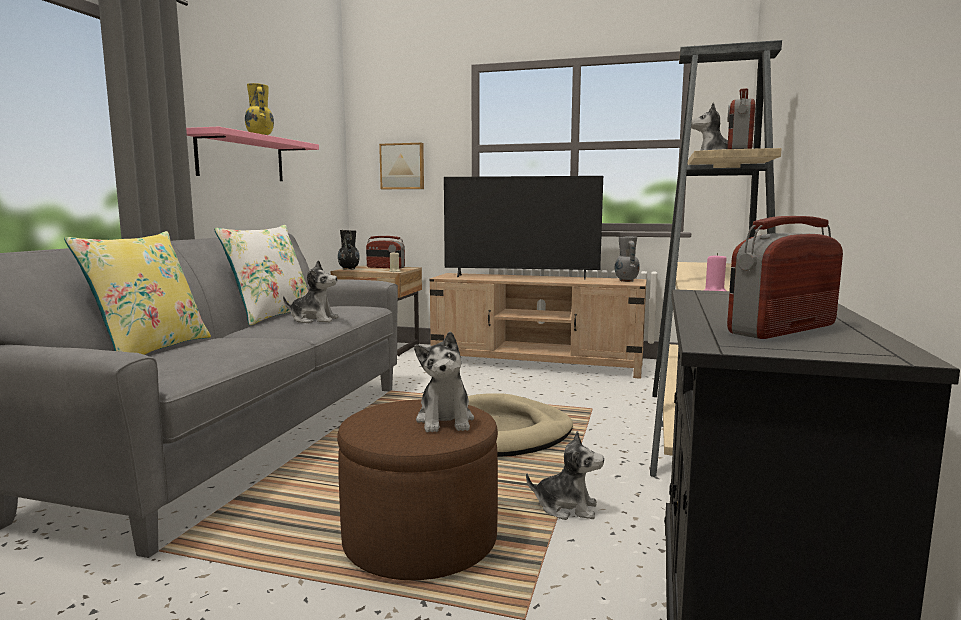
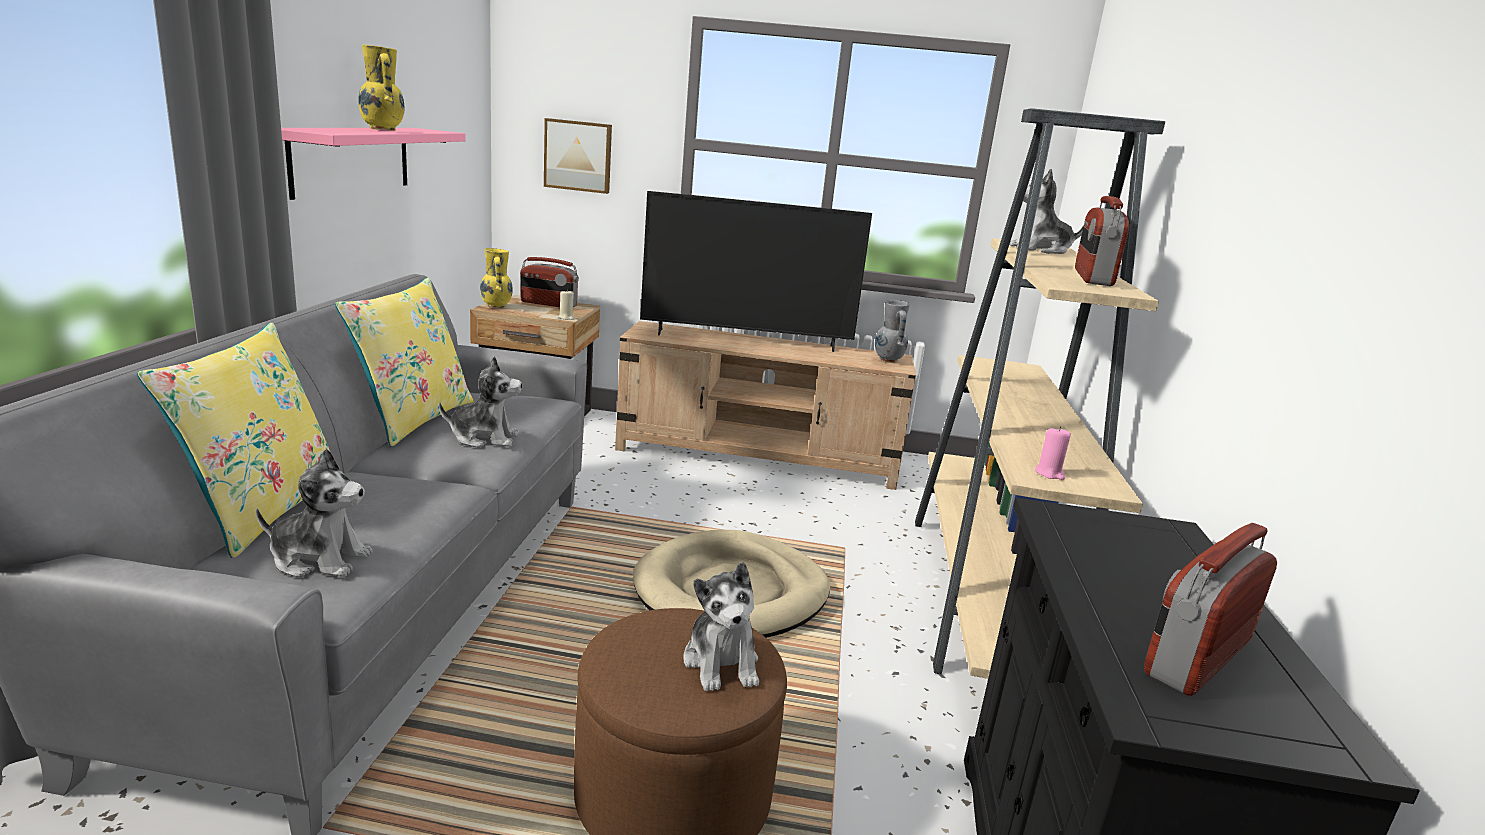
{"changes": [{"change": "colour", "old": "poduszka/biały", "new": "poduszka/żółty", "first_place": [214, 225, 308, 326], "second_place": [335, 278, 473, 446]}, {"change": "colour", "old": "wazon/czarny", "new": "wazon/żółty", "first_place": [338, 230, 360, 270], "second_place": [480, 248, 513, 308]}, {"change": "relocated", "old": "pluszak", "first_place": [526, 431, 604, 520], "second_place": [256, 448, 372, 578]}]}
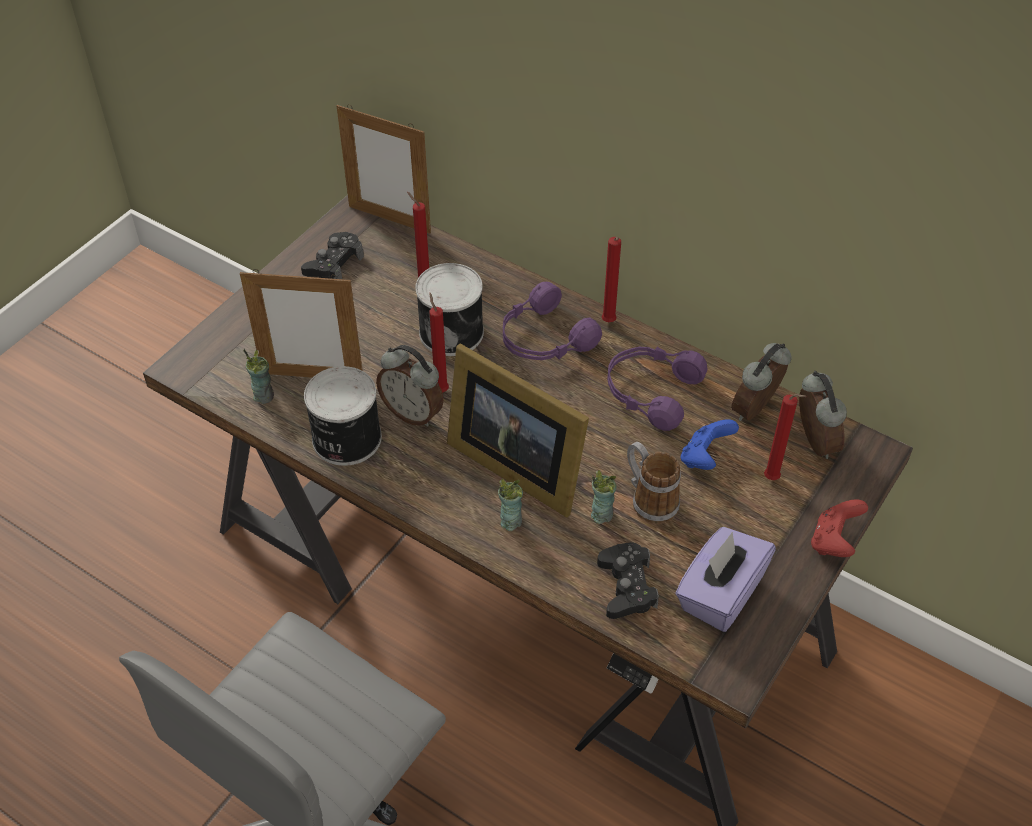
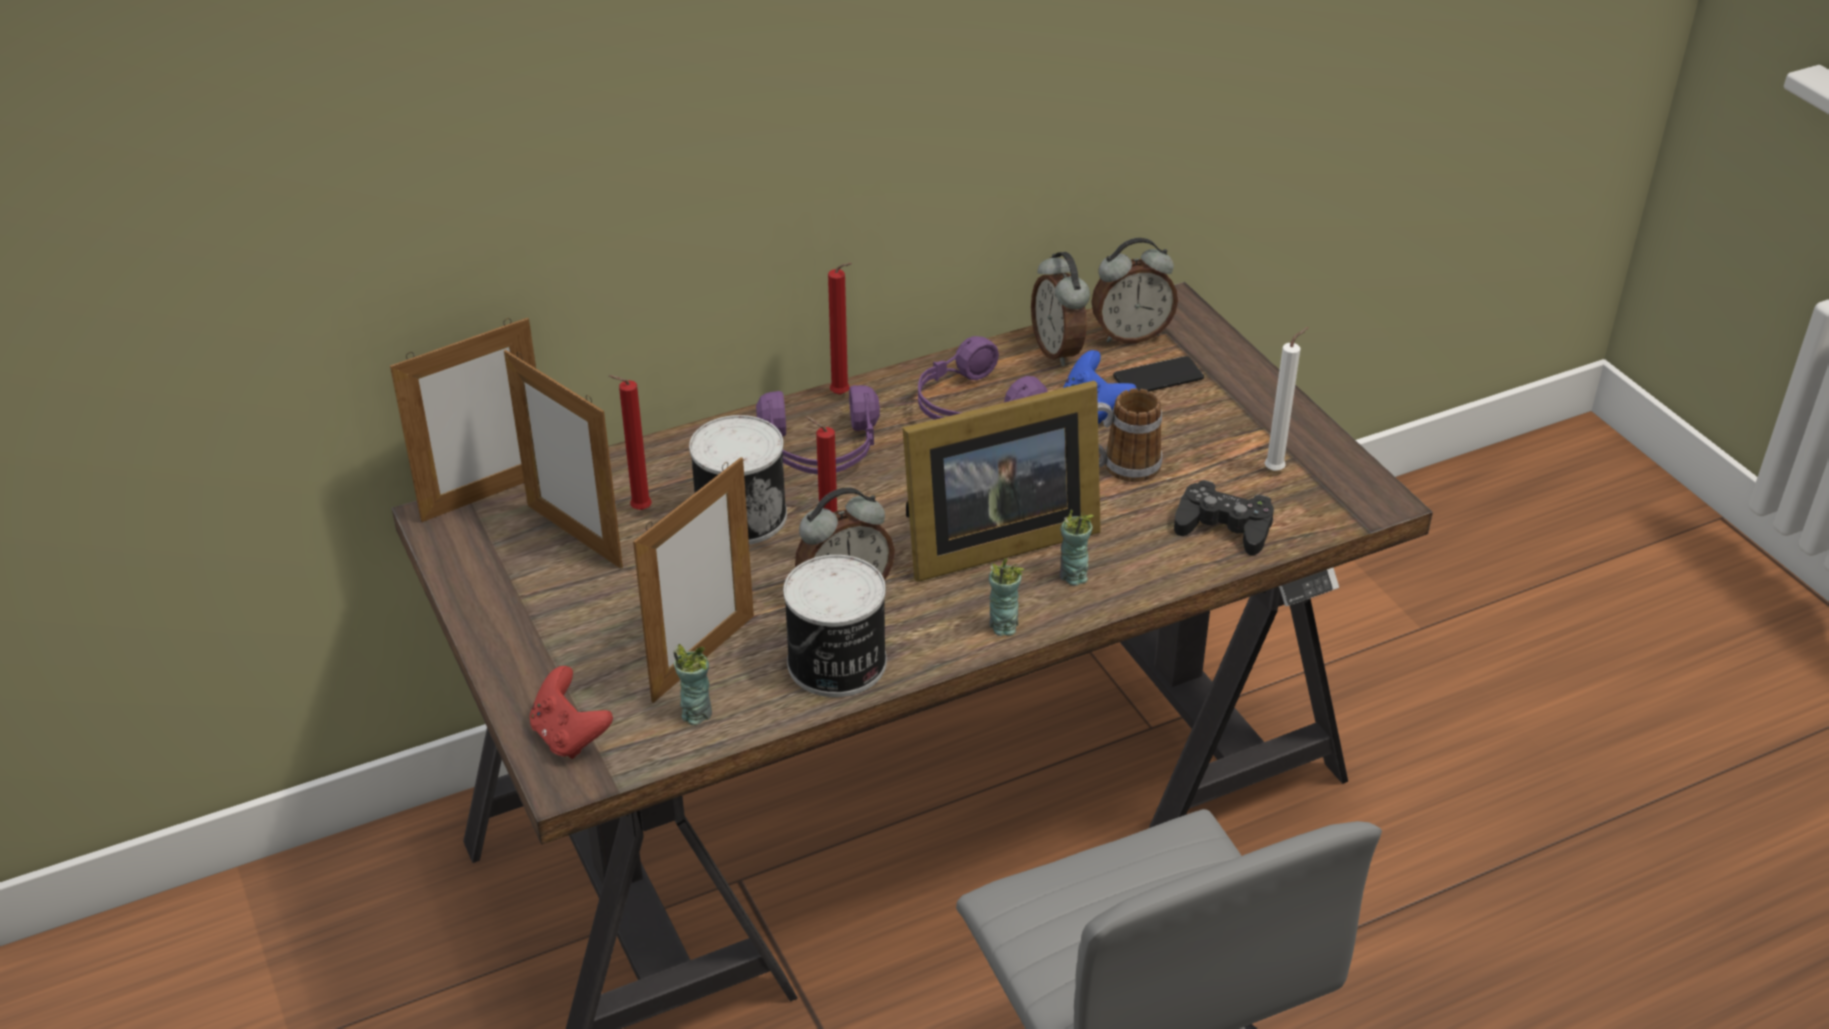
{"changes": [{"change": "missing", "old": "pad do gier/czarny", "first_place": [301, 232, 364, 279]}, {"change": "relocated", "old": "filiżanka", "first_place": [591, 470, 617, 524], "second_place": [989, 558, 1025, 636]}, {"change": "exchanged", "old": "pudełko chusteczek/fioletowy", "new": "świeca/biały", "first_place": [675, 527, 776, 632], "second_place": [1264, 327, 1308, 471]}, {"change": "exchanged", "old": "świeca/czerwony", "new": "telefon", "first_place": [764, 394, 807, 480], "second_place": [1113, 356, 1204, 392]}, {"change": "spun", "old": "budzik", "first_place": [799, 371, 847, 459], "second_place": [1091, 238, 1178, 343], "degrees": 150}, {"change": "relocated", "old": "pad do gier/czerwony", "first_place": [811, 499, 868, 557], "second_place": [530, 666, 613, 759]}, {"change": "appeared", "new": "ramka na zdjęcie", "second_place": [504, 350, 623, 569]}]}
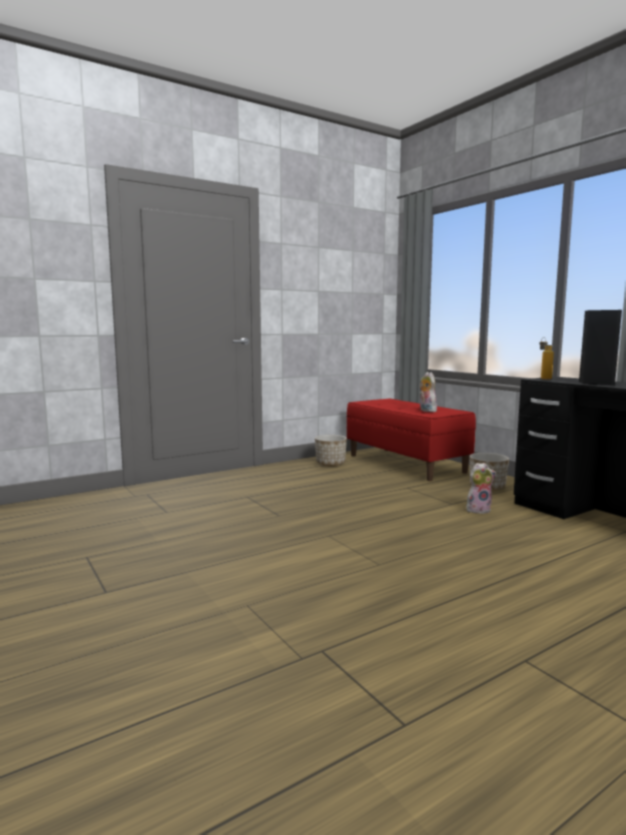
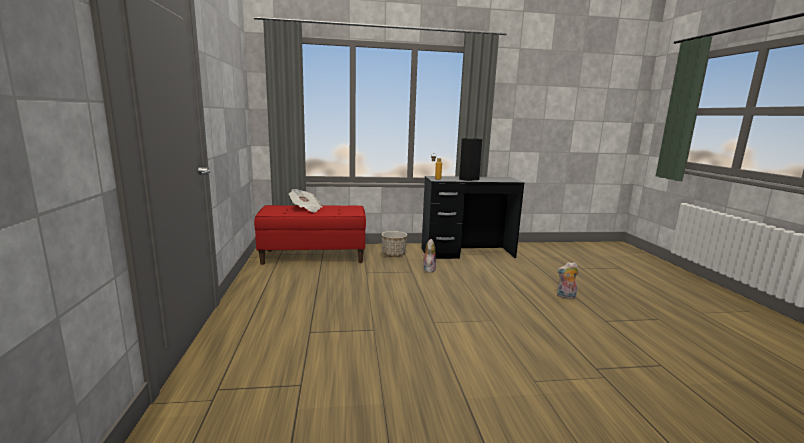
{"changes": [{"change": "missing", "old": "donica", "first_place": [315, 435, 347, 466]}, {"change": "relocated", "old": "pluszak", "first_place": [420, 372, 437, 412], "second_place": [557, 262, 579, 299]}, {"change": "appeared", "new": "gazeta", "second_place": [289, 189, 322, 212]}]}
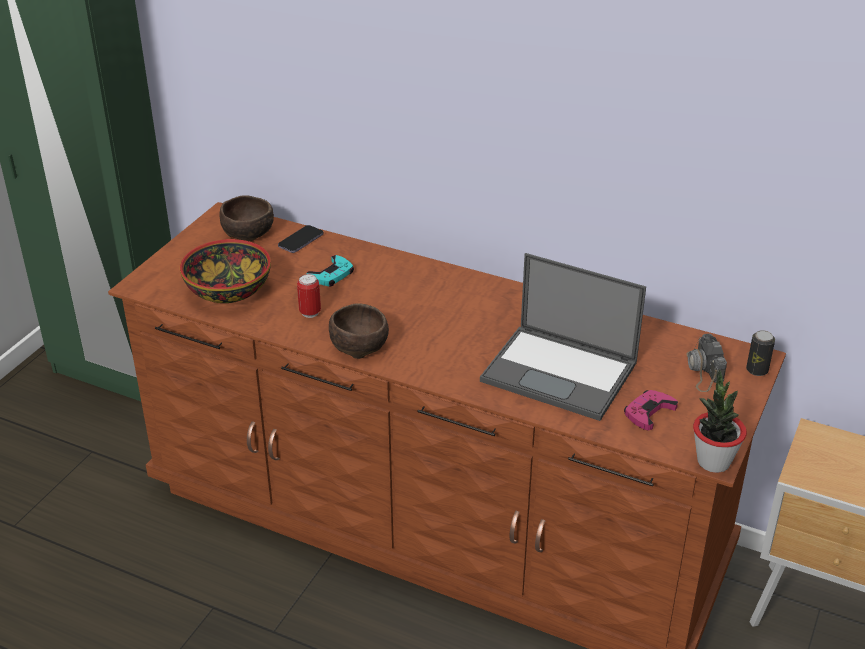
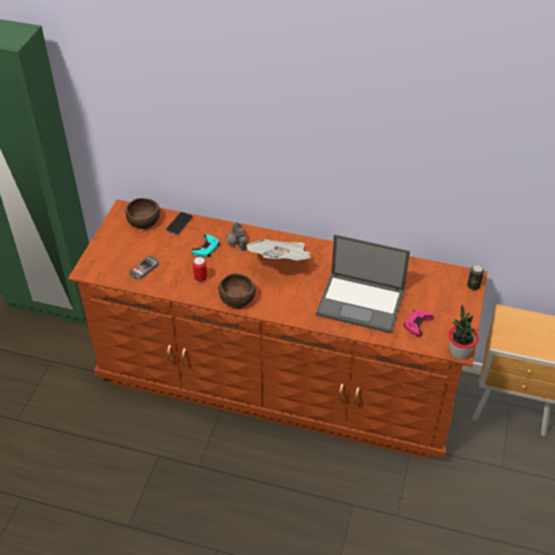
{"changes": [{"change": "exchanged", "old": "miska", "new": "telefon", "first_place": [180, 239, 271, 303], "second_place": [129, 256, 159, 280]}, {"change": "relocated", "old": "aparat fotograficzny", "first_place": [686, 334, 727, 392], "second_place": [226, 223, 247, 258]}, {"change": "appeared", "new": "gazeta", "second_place": [246, 239, 312, 261]}]}
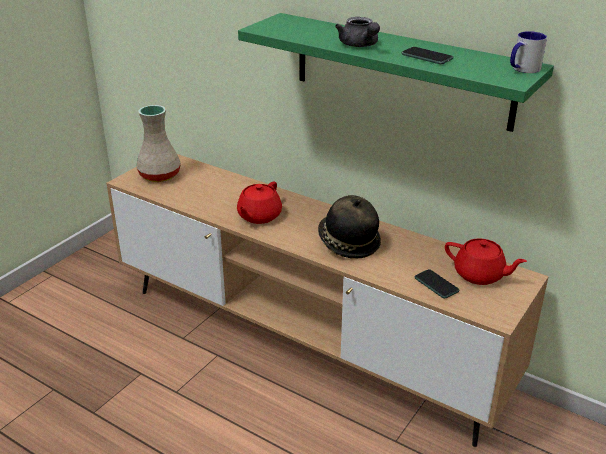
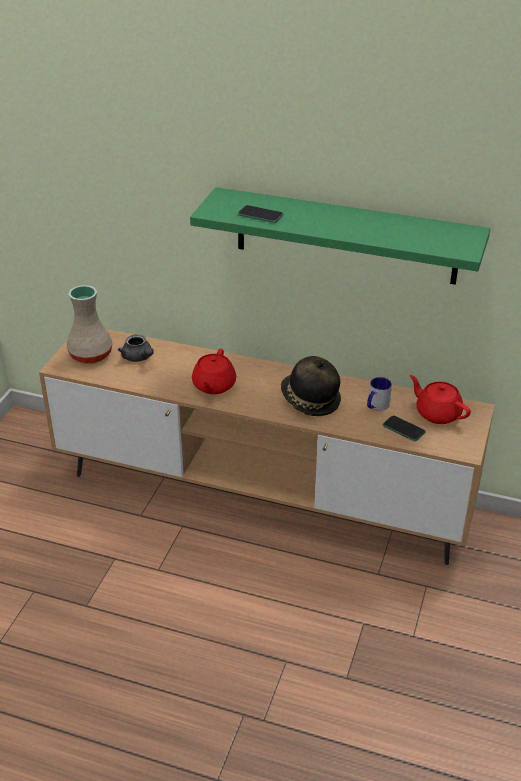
{"changes": [{"change": "relocated", "old": "imbryk/szary", "first_place": [335, 17, 380, 47], "second_place": [118, 335, 154, 362]}, {"change": "relocated", "old": "telefon", "first_place": [402, 47, 454, 64], "second_place": [238, 205, 283, 223]}, {"change": "spun", "old": "imbryk/czerwony", "first_place": [445, 238, 527, 285], "second_place": [410, 375, 471, 424], "degrees": -150}, {"change": "relocated", "old": "kubek", "first_place": [510, 31, 547, 73], "second_place": [367, 377, 392, 411]}]}
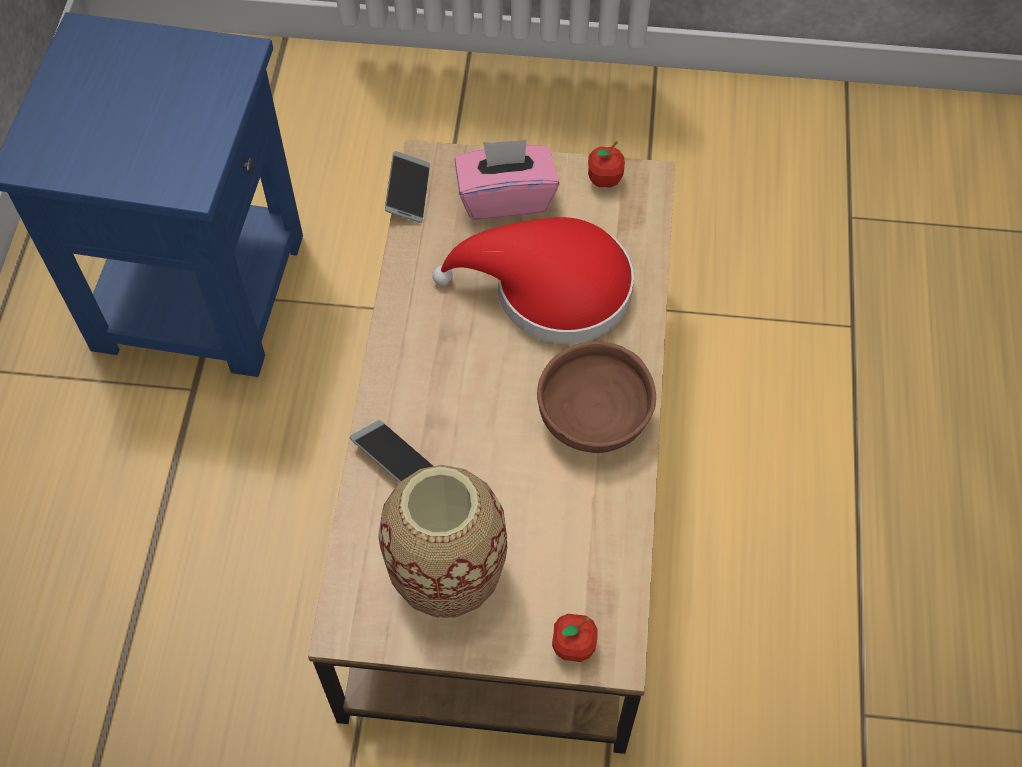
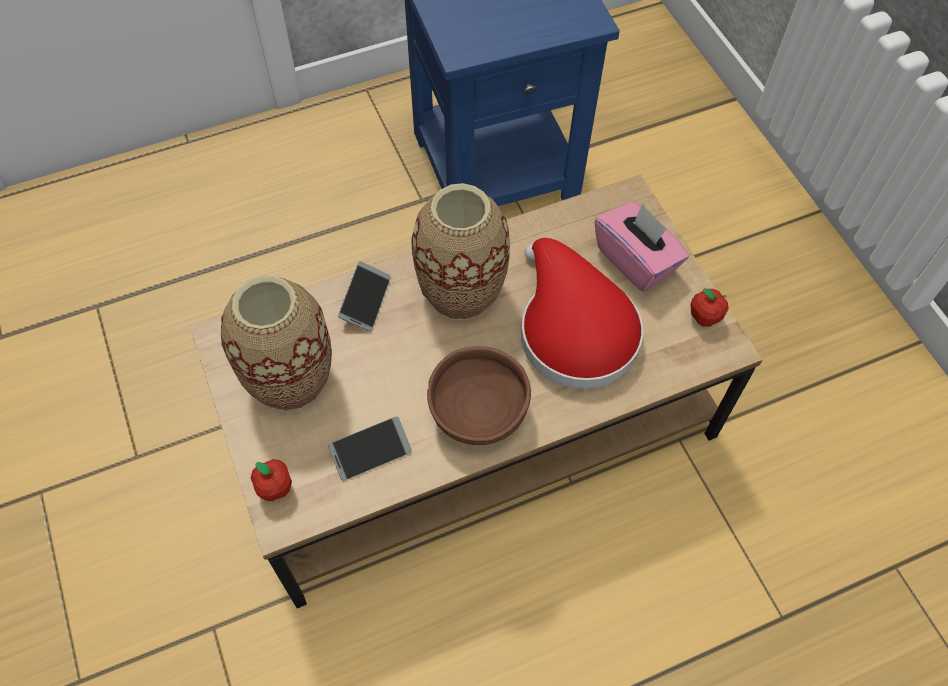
{"changes": [{"change": "relocated", "old": "telefon", "first_place": [385, 151, 430, 223], "second_place": [328, 417, 412, 481]}, {"change": "appeared", "new": "wazon", "second_place": [411, 183, 510, 320]}]}
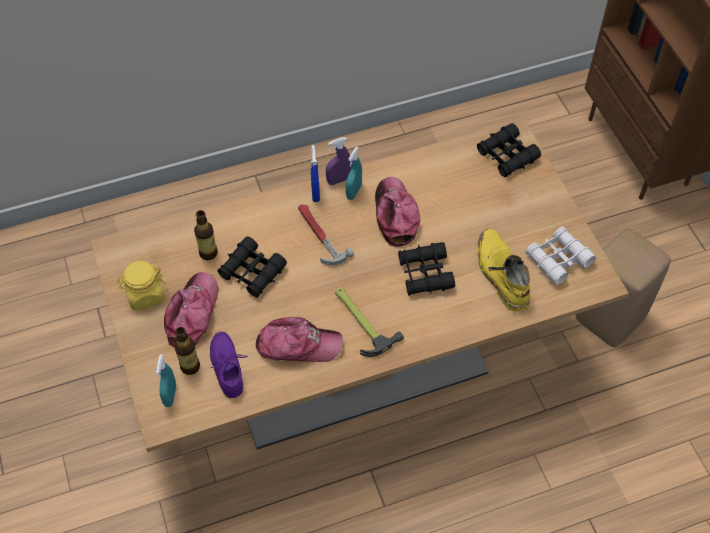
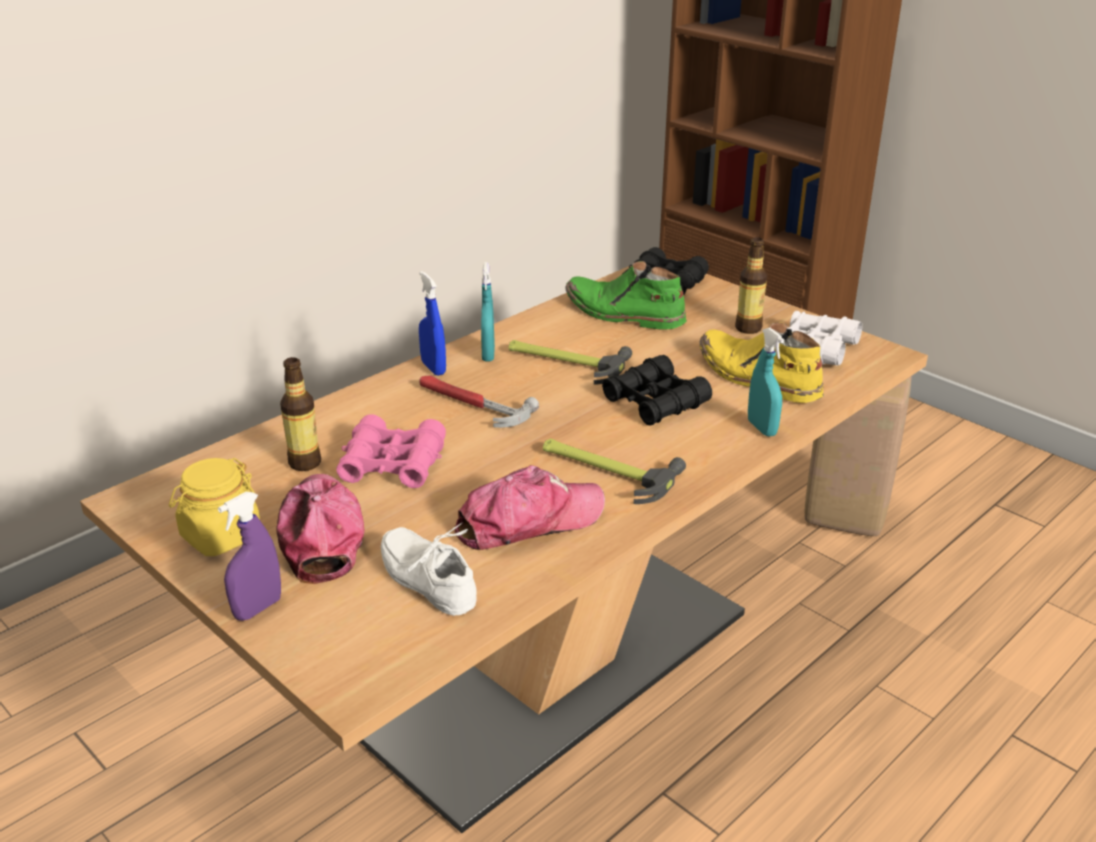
{"changes": [{"change": "relocated", "old": "spryskiwacz/turkusowy", "first_place": [156, 354, 176, 407], "second_place": [748, 327, 785, 437]}, {"change": "relocated", "old": "butelka", "first_place": [174, 327, 200, 375], "second_place": [735, 237, 767, 334]}, {"change": "colour", "old": "but/fioletowy", "new": "but/biały", "first_place": [210, 332, 248, 398], "second_place": [381, 523, 477, 616]}, {"change": "colour", "old": "lornetka/czarny", "new": "lornetka/różowy", "first_place": [217, 236, 287, 298], "second_place": [336, 414, 446, 488]}, {"change": "relocated", "old": "spryskiwacz/fioletowy", "first_place": [326, 137, 352, 185], "second_place": [218, 492, 281, 621]}, {"change": "exchanged", "old": "czapka z daszkiem", "new": "młotek", "first_place": [375, 177, 420, 247], "second_place": [508, 340, 632, 385]}, {"change": "appeared", "new": "but z cholewką/zielony", "second_place": [565, 261, 687, 330]}]}
